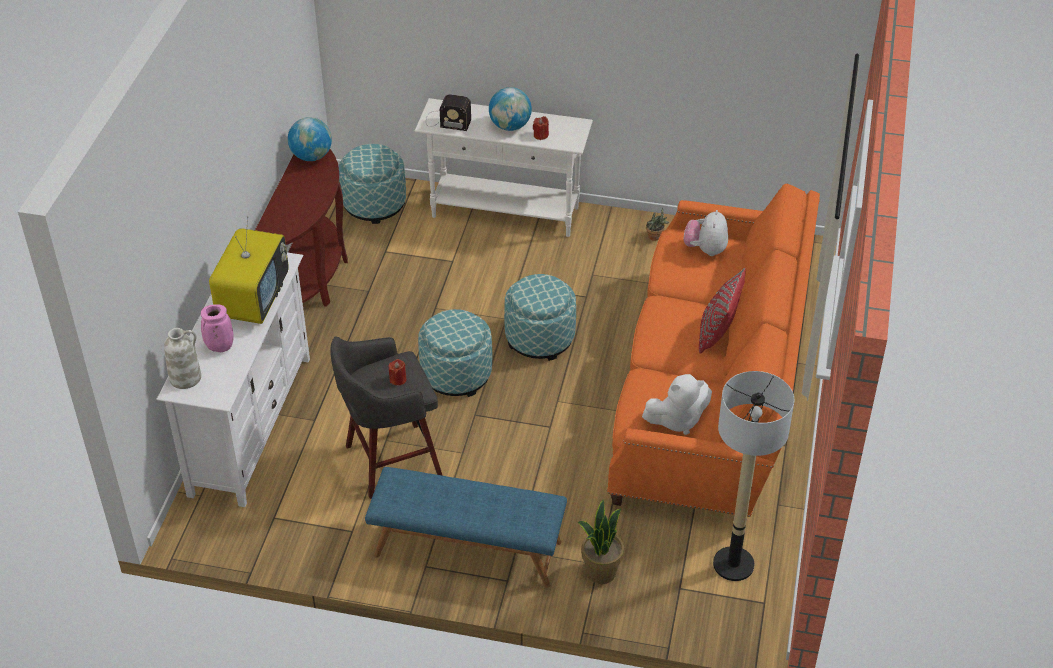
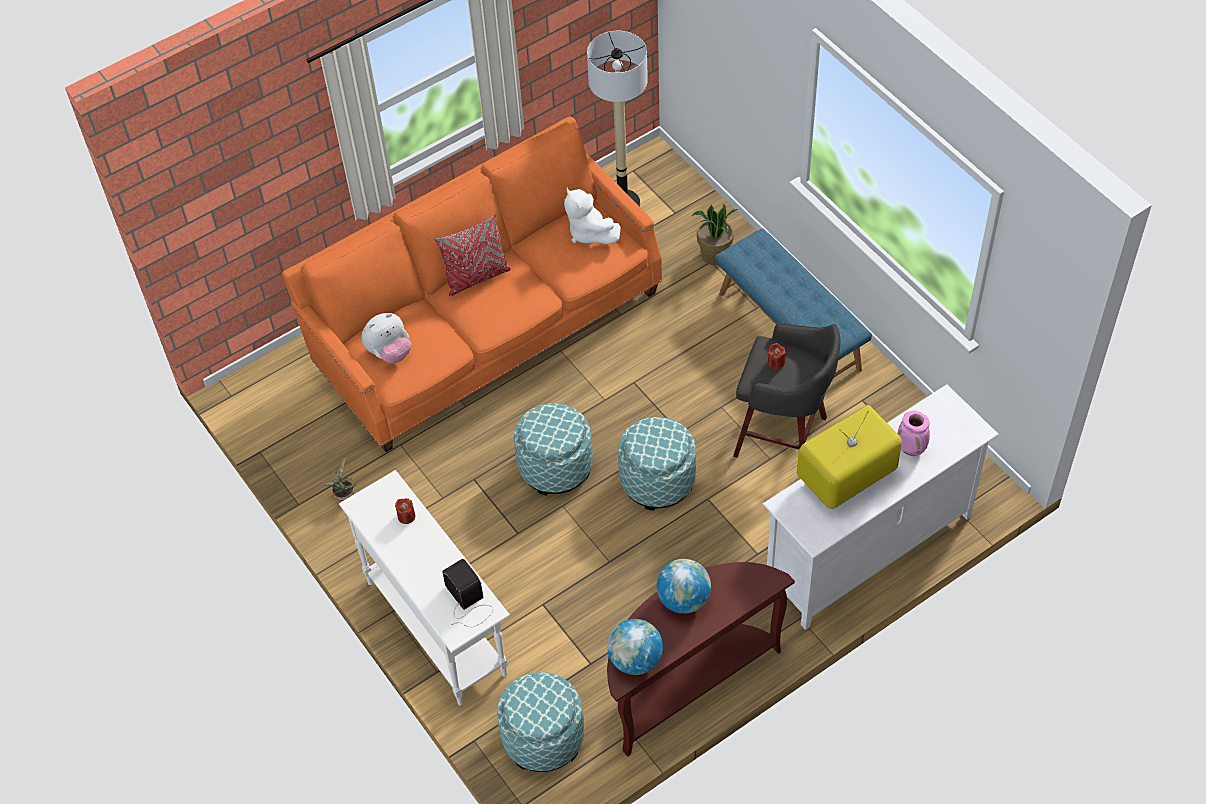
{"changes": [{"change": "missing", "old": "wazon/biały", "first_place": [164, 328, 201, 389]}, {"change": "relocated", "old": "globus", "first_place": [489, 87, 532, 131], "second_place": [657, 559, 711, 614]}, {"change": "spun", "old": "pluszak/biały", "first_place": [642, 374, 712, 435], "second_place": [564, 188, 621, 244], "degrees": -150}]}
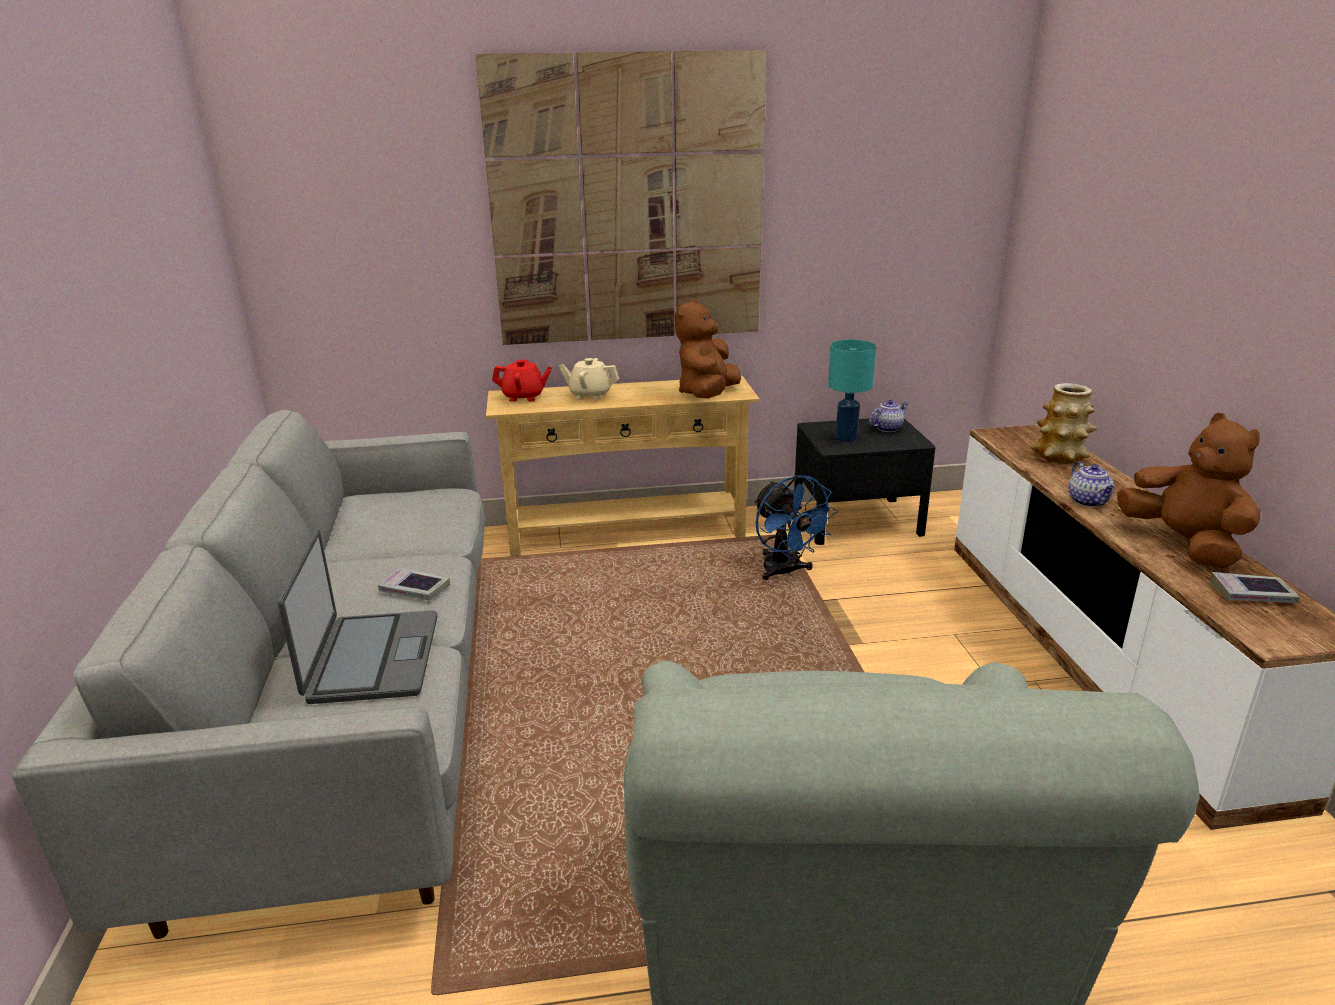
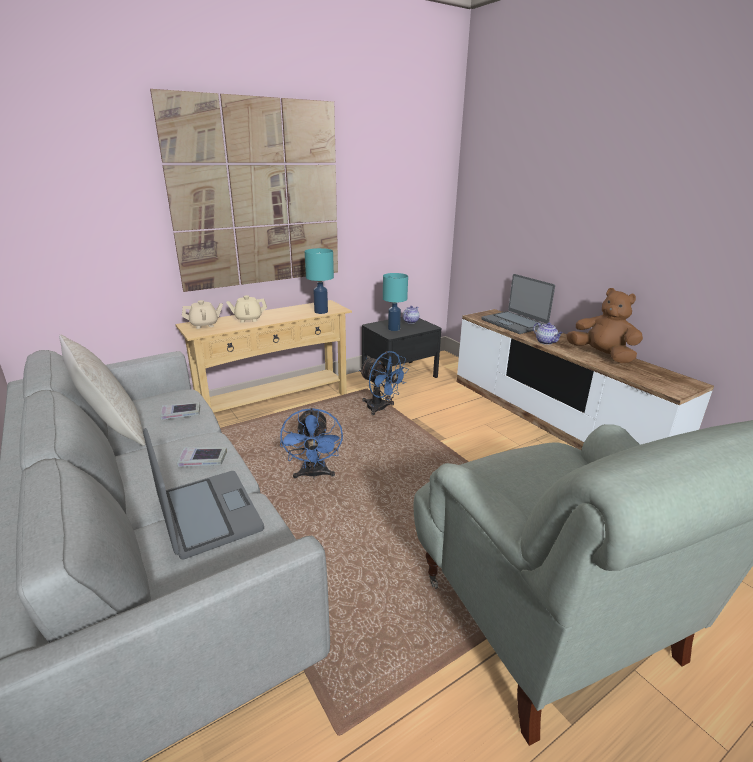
{"changes": [{"change": "colour", "old": "imbryk/czerwony", "new": "imbryk/beżowy", "first_place": [492, 360, 552, 402], "second_place": [182, 300, 223, 329]}, {"change": "exchanged", "old": "pluszak/brązowy", "new": "lampa stołowa/turkusowy", "first_place": [675, 299, 741, 398], "second_place": [305, 248, 334, 314]}, {"change": "exchanged", "old": "wazon", "new": "laptop", "first_place": [1031, 383, 1097, 464], "second_place": [481, 274, 555, 334]}, {"change": "relocated", "old": "książka", "first_place": [1210, 572, 1299, 603], "second_place": [160, 402, 200, 420]}, {"change": "appeared", "new": "poduszka/beżowy", "second_place": [59, 334, 146, 446]}, {"change": "appeared", "new": "wentylator/niebieski", "second_place": [280, 408, 343, 478]}]}
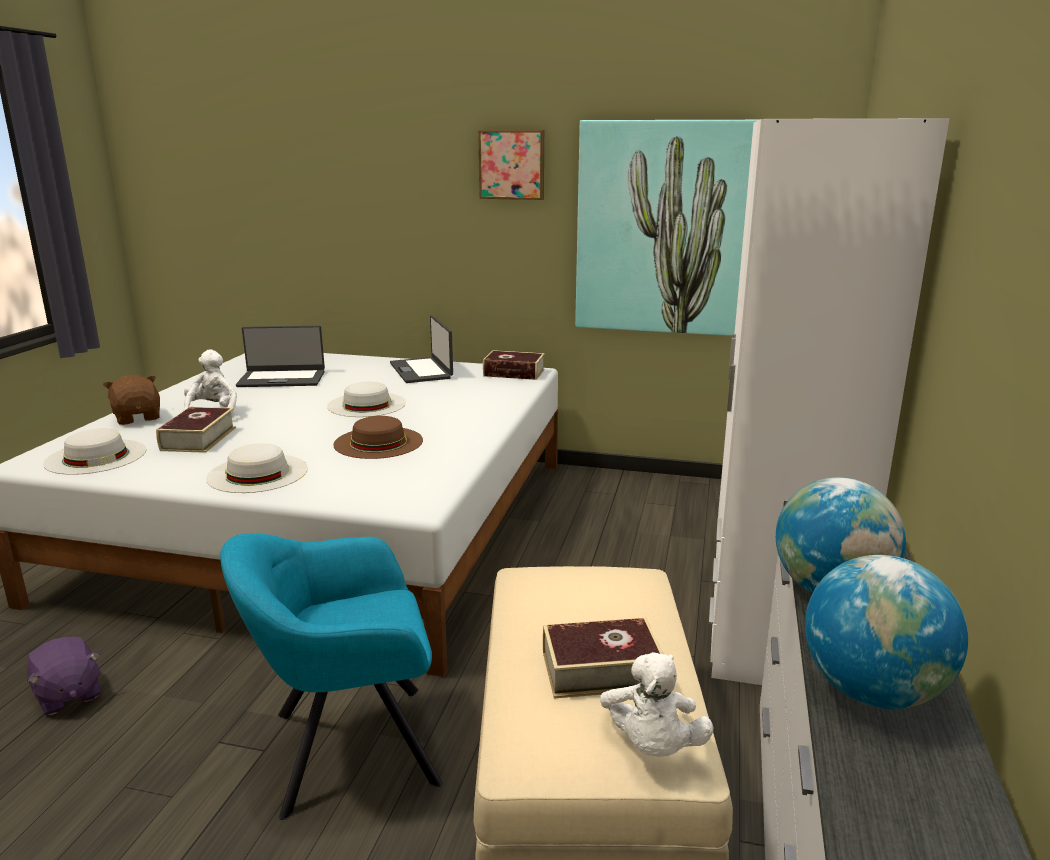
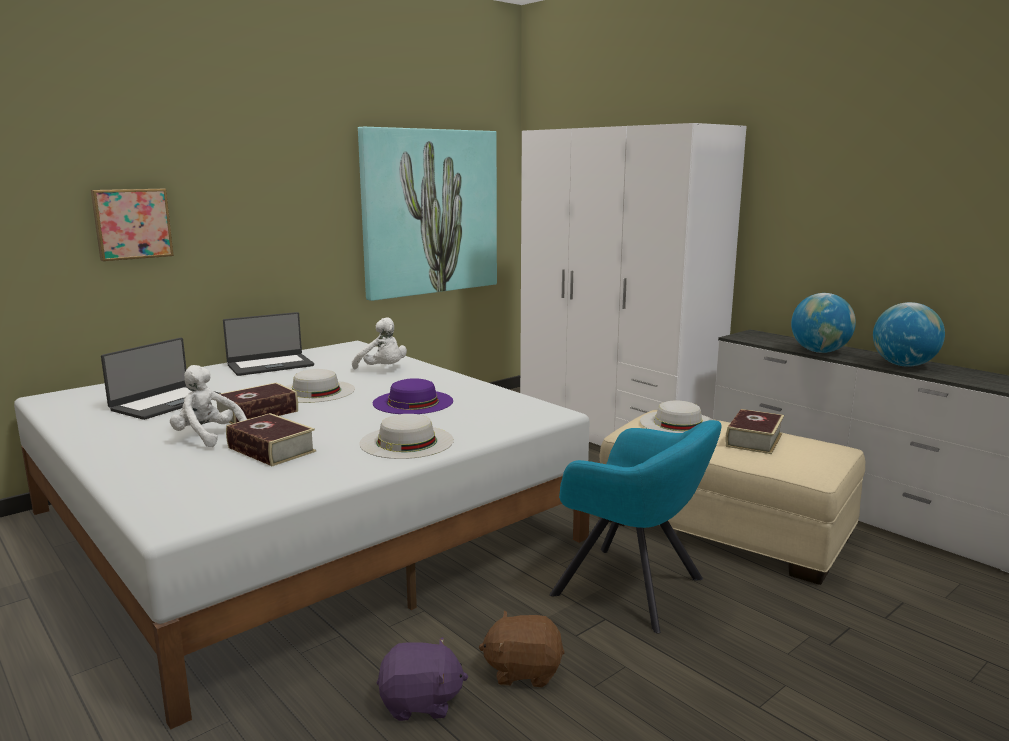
{"changes": [{"change": "relocated", "old": "kapelusz/biały", "first_place": [43, 428, 146, 475], "second_place": [640, 400, 713, 433]}, {"change": "relocated", "old": "pluszak/brązowy", "first_place": [103, 375, 160, 425], "second_place": [479, 610, 565, 688]}, {"change": "spun", "old": "fotel/turkusowy", "first_place": [220, 533, 443, 820], "second_place": [550, 420, 722, 633], "degrees": -75}, {"change": "colour", "old": "kapelusz/brązowy", "new": "kapelusz/fioletowy", "first_place": [333, 416, 423, 459], "second_place": [373, 378, 453, 414]}, {"change": "spun", "old": "laptop", "first_place": [390, 315, 453, 383], "second_place": [223, 312, 314, 376], "degrees": -45}, {"change": "relocated", "old": "obraz", "first_place": [478, 130, 544, 200], "second_place": [91, 189, 174, 261]}, {"change": "relocated", "old": "książka", "first_place": [483, 350, 545, 380], "second_place": [217, 382, 298, 424]}, {"change": "relocated", "old": "pluszak/biały", "first_place": [600, 652, 713, 757], "second_place": [352, 317, 407, 369]}]}
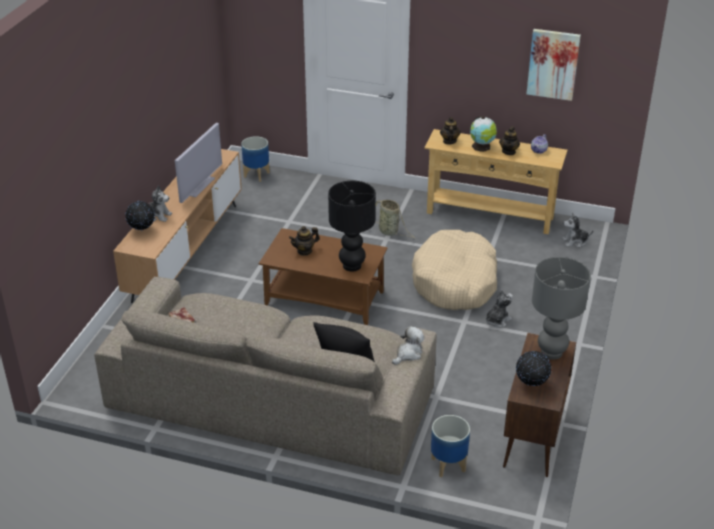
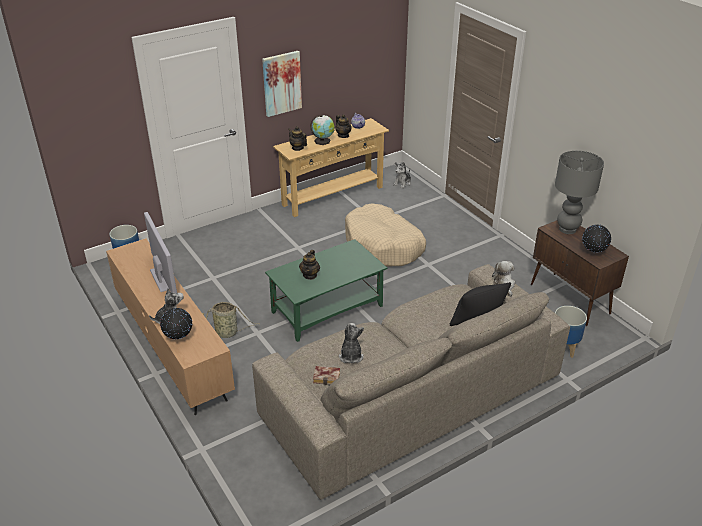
{"changes": [{"change": "colour", "old": "ława/brązowy", "new": "ława/zielony", "first_place": [259, 228, 388, 325], "second_place": [265, 239, 387, 342]}, {"change": "missing", "old": "lampa stołowa/czarny", "first_place": [328, 181, 376, 272]}, {"change": "relocated", "old": "koszyk", "first_place": [376, 200, 415, 238], "second_place": [206, 302, 258, 338]}, {"change": "relocated", "old": "pluszak", "first_place": [486, 290, 513, 328], "second_place": [339, 323, 364, 363]}, {"change": "relocated", "old": "obraz", "first_place": [527, 29, 581, 101], "second_place": [262, 51, 302, 117]}]}
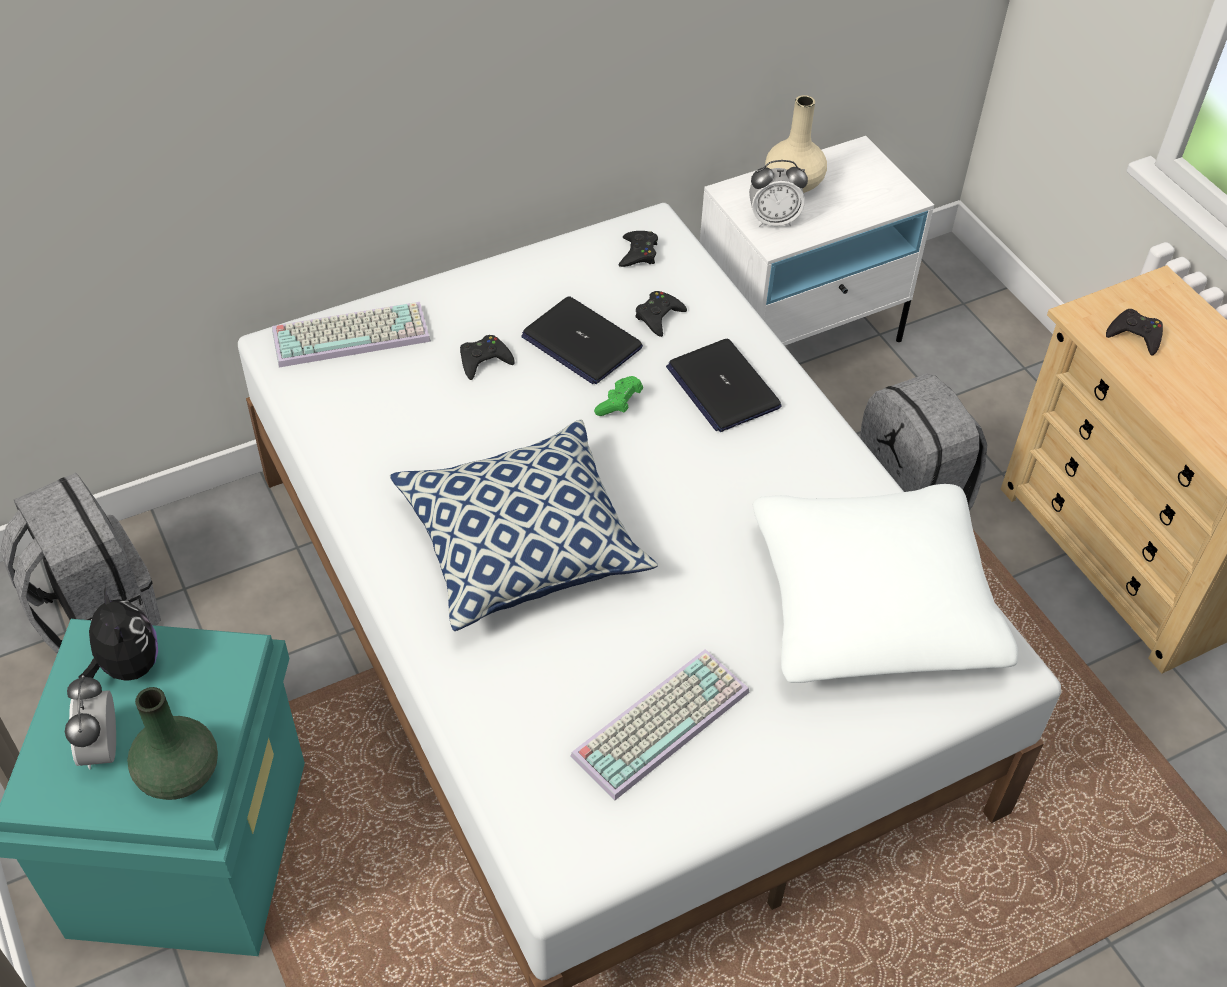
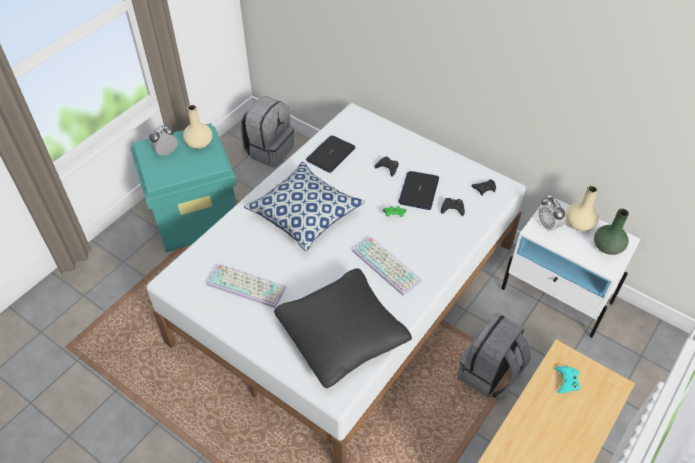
{"changes": [{"change": "exchanged", "old": "pluszak", "new": "wazon/beżowy", "first_place": [78, 586, 158, 681], "second_place": [183, 105, 212, 149]}, {"change": "relocated", "old": "wazon/zielony", "first_place": [127, 687, 218, 800], "second_place": [594, 209, 629, 255]}, {"change": "relocated", "old": "klawiatura", "first_place": [272, 302, 431, 367], "second_place": [352, 237, 422, 296]}, {"change": "relocated", "old": "laptop", "first_place": [666, 339, 781, 432], "second_place": [306, 135, 356, 173]}, {"change": "colour", "old": "poduszka/biały", "new": "poduszka/czarny", "first_place": [753, 484, 1018, 683], "second_place": [274, 268, 412, 388]}, {"change": "colour", "old": "pad do gier/czarny", "new": "pad do gier/turkusowy", "first_place": [1106, 309, 1163, 355], "second_place": [555, 366, 581, 393]}]}
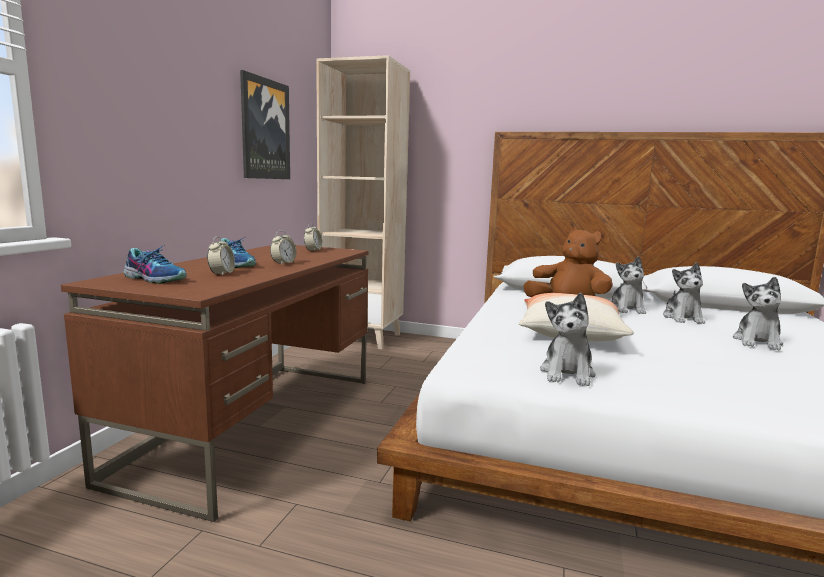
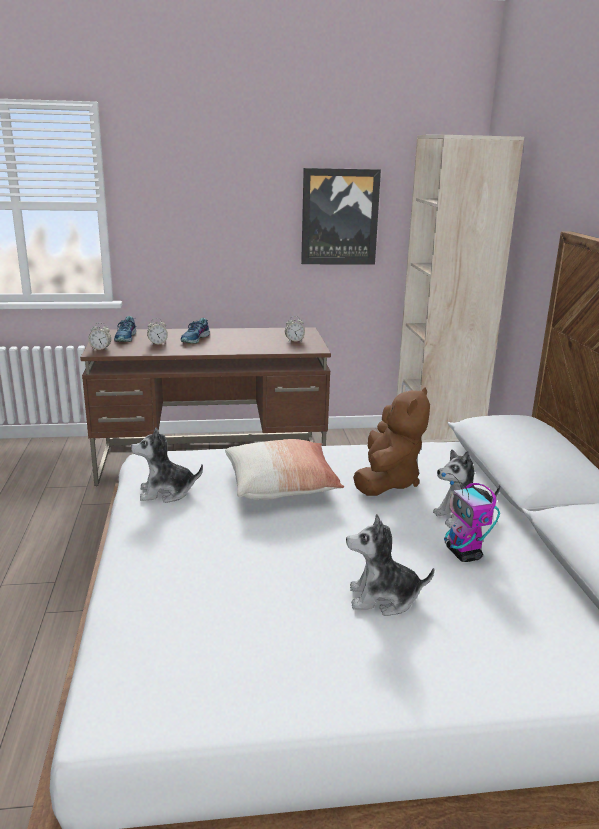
{"changes": [{"change": "relocated", "old": "budzik", "first_place": [270, 231, 297, 265], "second_place": [88, 323, 111, 350]}, {"change": "exchanged", "old": "pluszak", "new": "robot zabawkowy", "first_place": [663, 263, 705, 324], "second_place": [442, 473, 500, 562]}]}
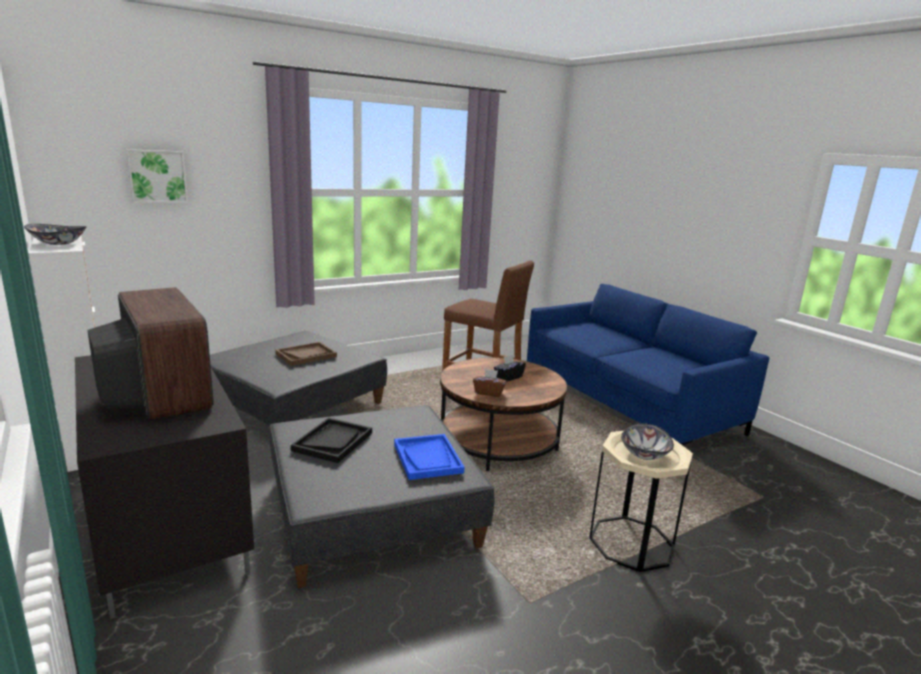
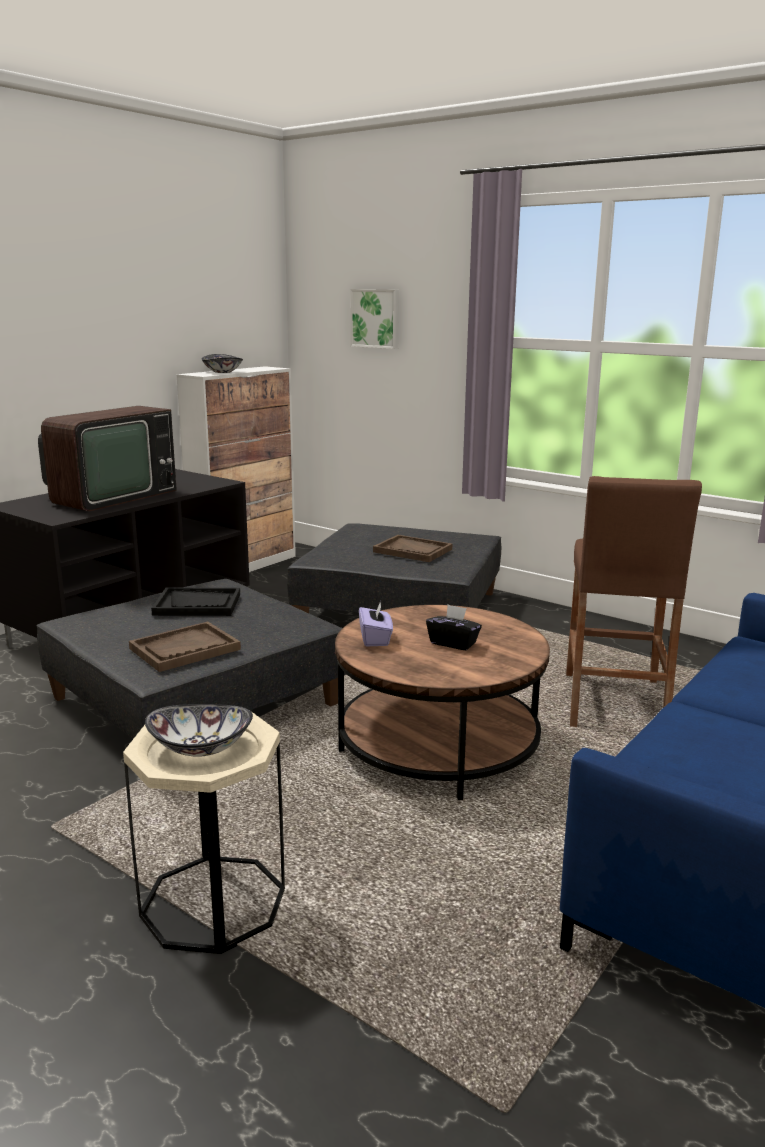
{"changes": [{"change": "colour", "old": "taca/niebieski", "new": "taca/brązowy", "first_place": [394, 434, 465, 480], "second_place": [129, 622, 241, 672]}, {"change": "colour", "old": "pudełko chusteczek/brązowy", "new": "pudełko chusteczek/fioletowy", "first_place": [473, 369, 506, 397], "second_place": [359, 601, 393, 647]}]}
